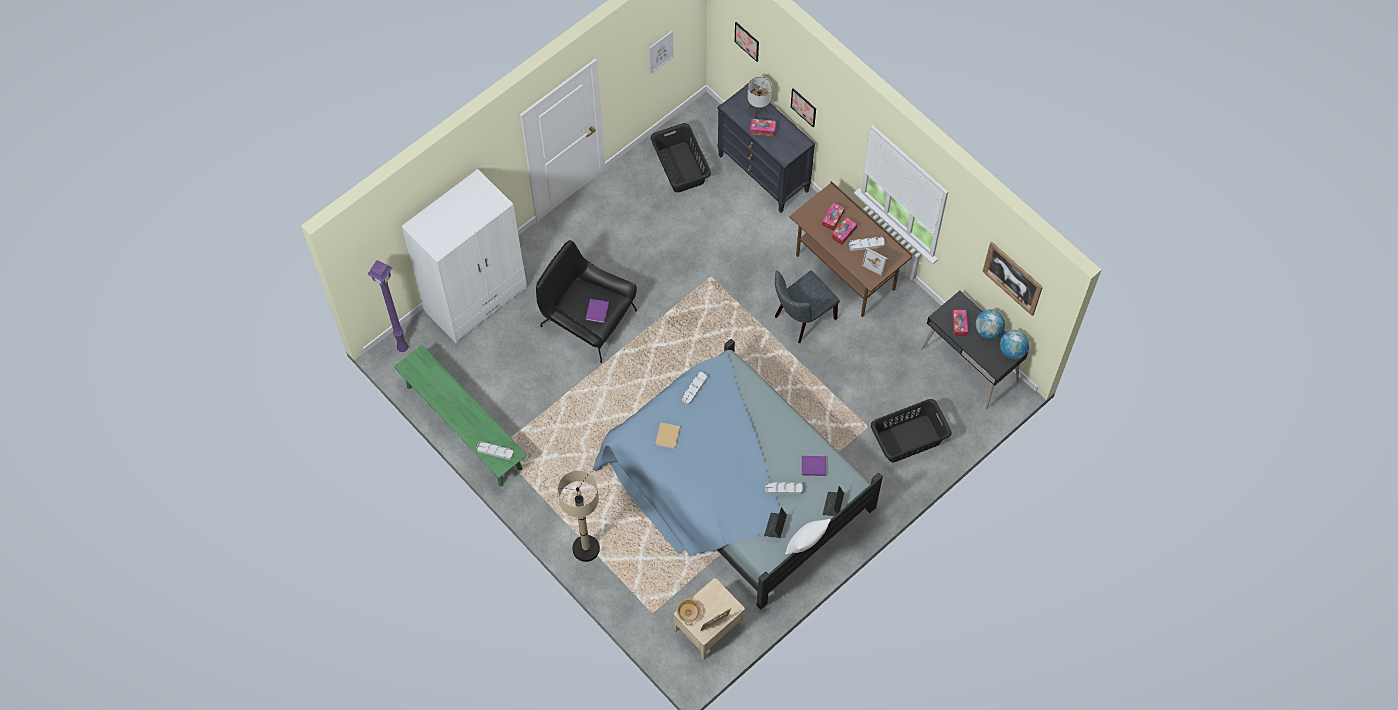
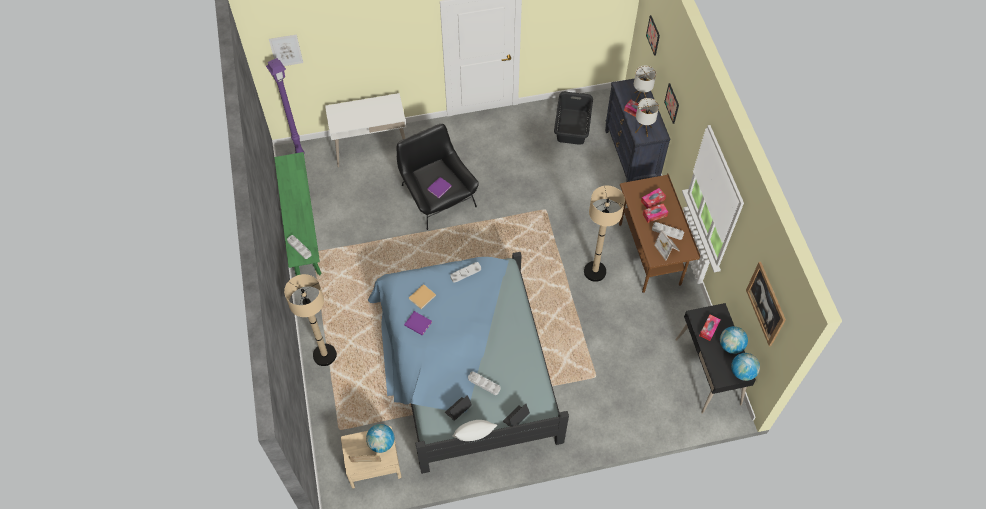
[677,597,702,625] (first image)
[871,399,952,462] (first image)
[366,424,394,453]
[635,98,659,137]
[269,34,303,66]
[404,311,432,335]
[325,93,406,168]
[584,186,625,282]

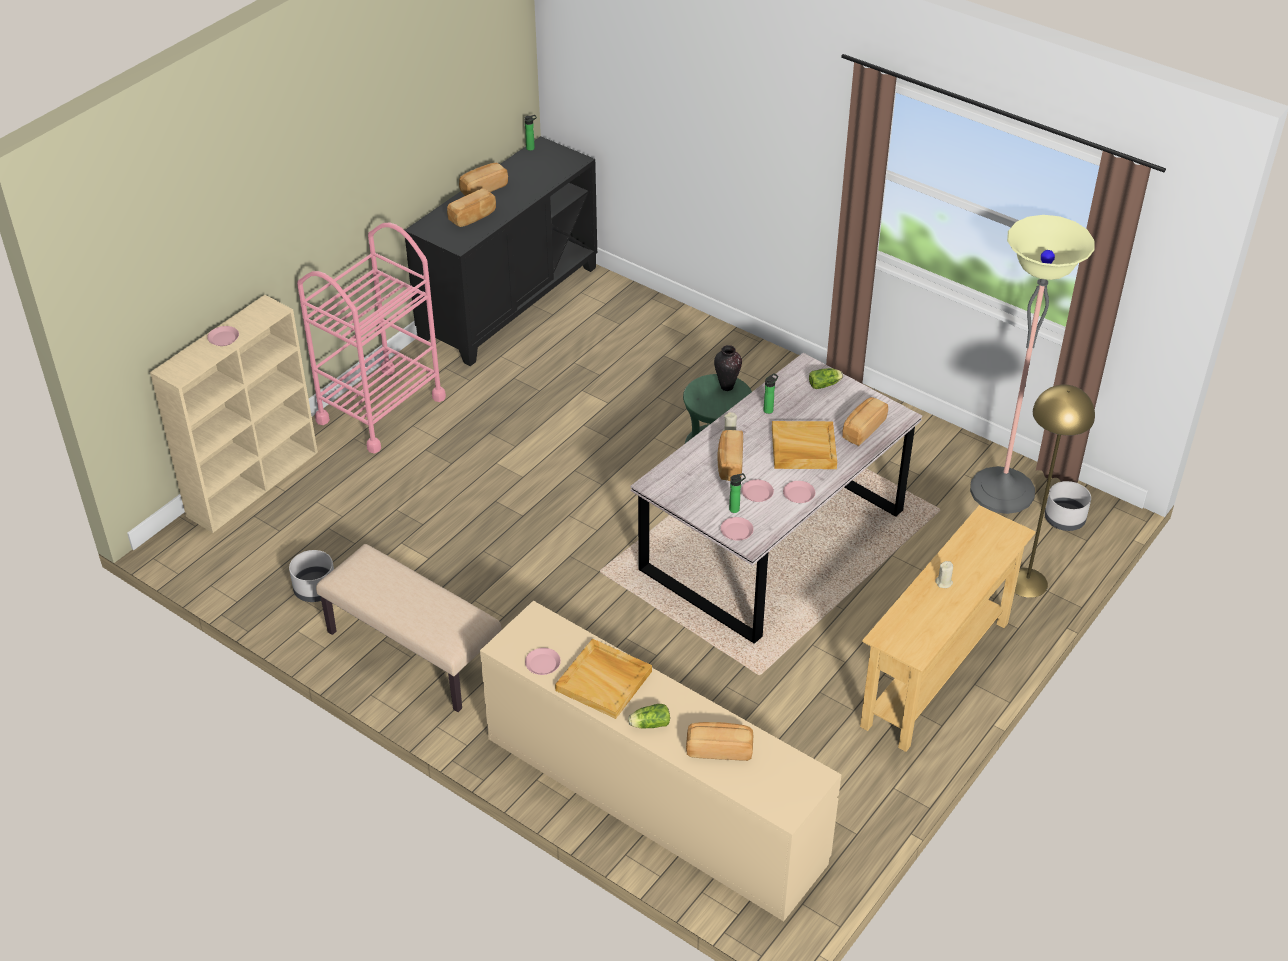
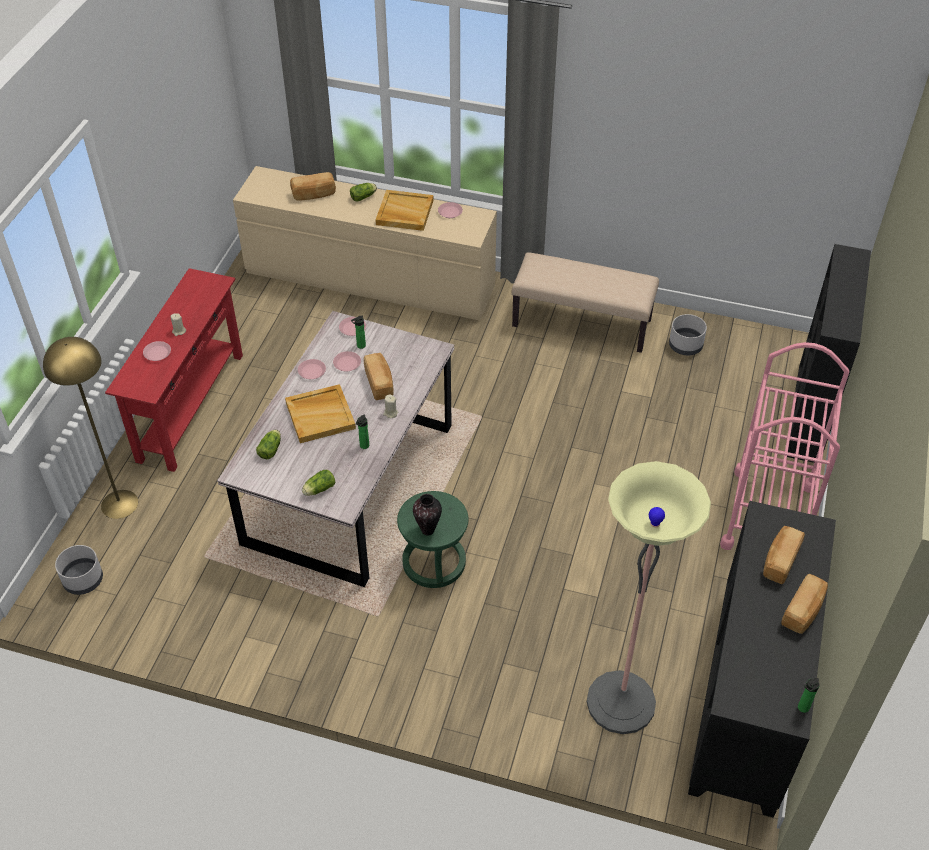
[143,341,171,361]
[587,461,711,734]
[256,430,281,459]
[787,244,871,463]
[105,268,243,472]

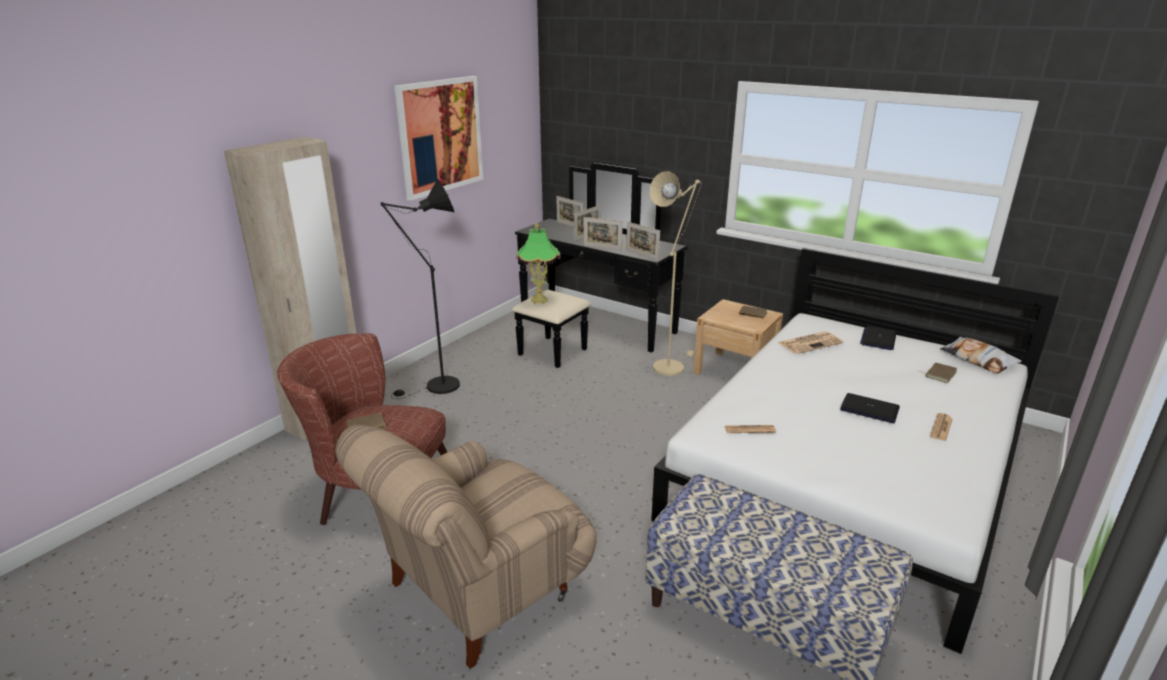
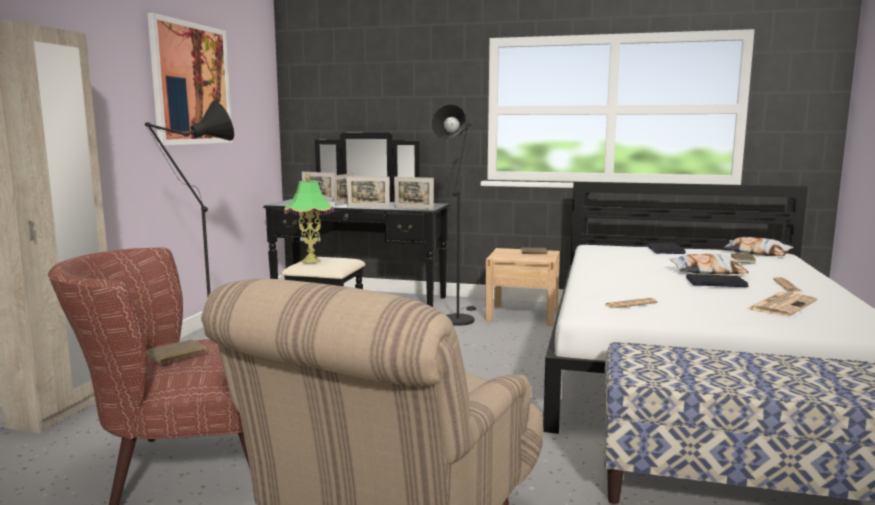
[669,254,749,275]
[747,292,817,316]
[432,105,476,326]

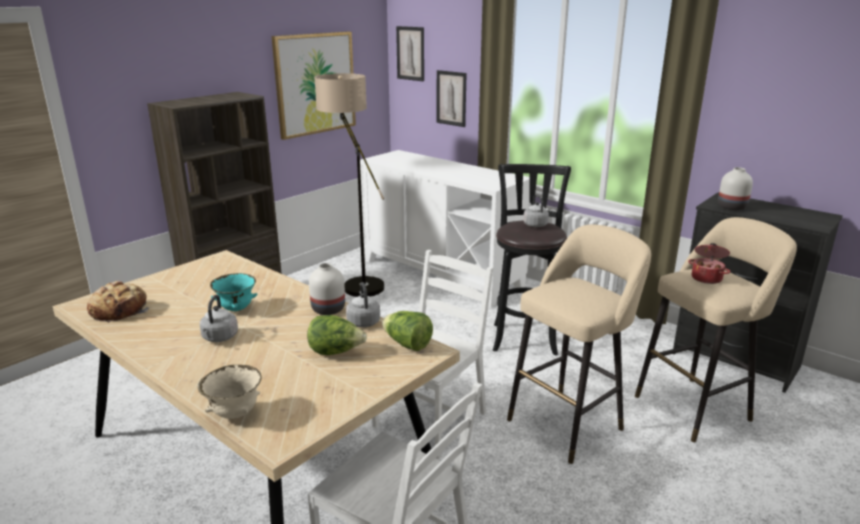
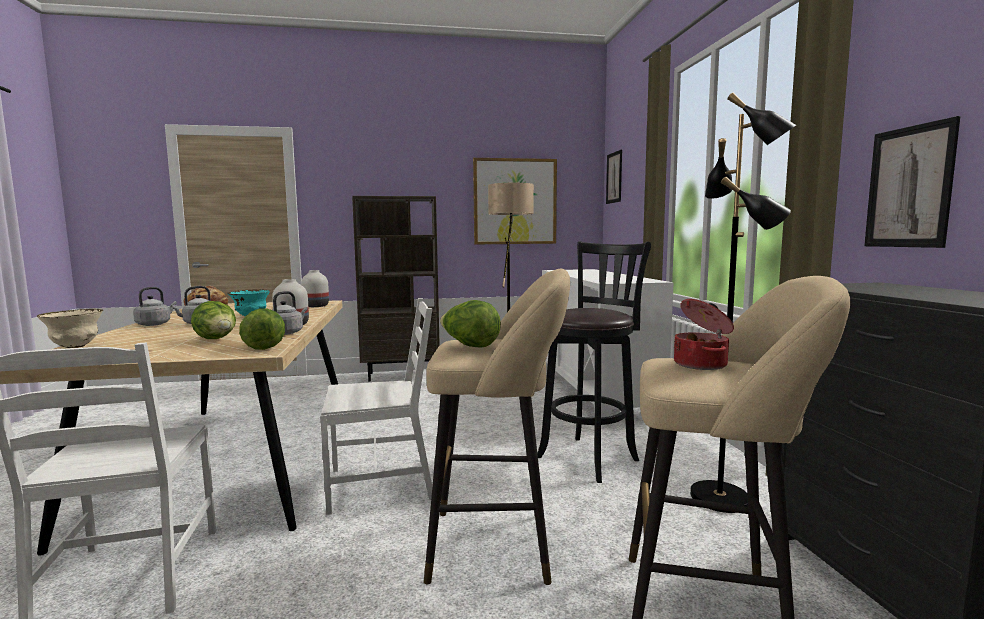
[440,300,501,348]
[690,93,796,513]
[864,116,960,248]
[133,287,177,326]
[301,270,329,307]

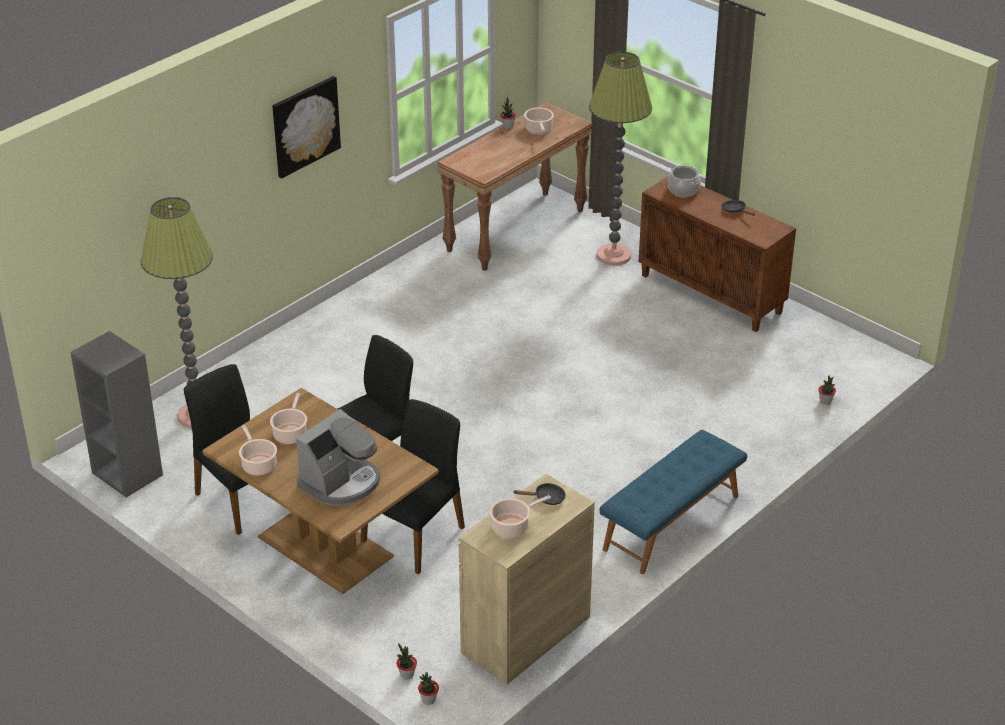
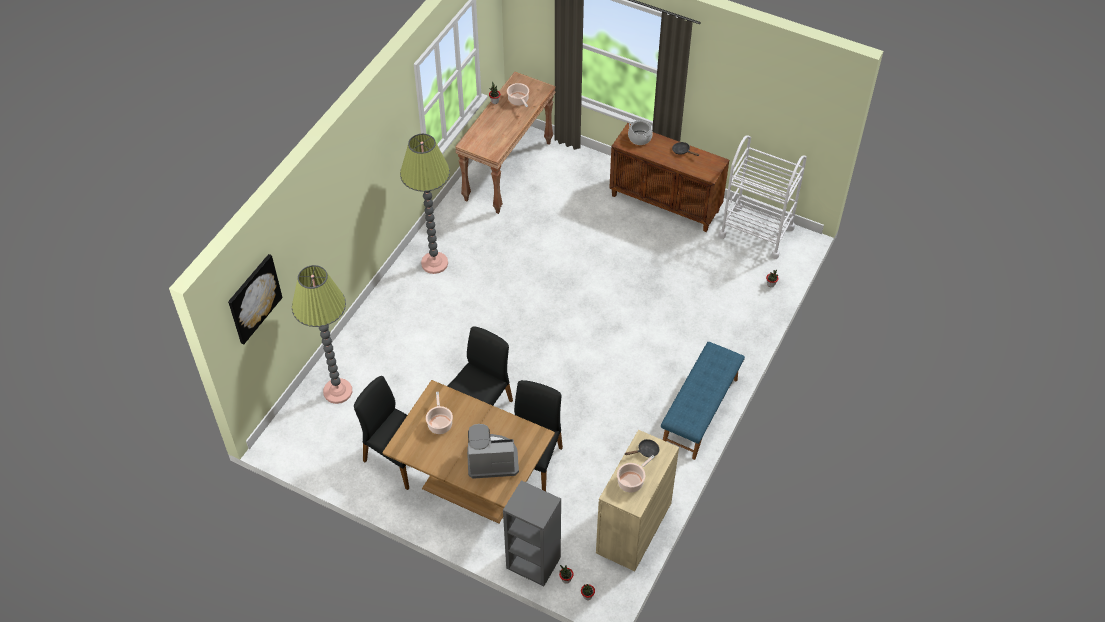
[239,425,277,475] (first image)
[718,136,807,259]
[503,480,561,586]
[228,254,283,344]
[400,134,450,274]
[467,424,519,479]

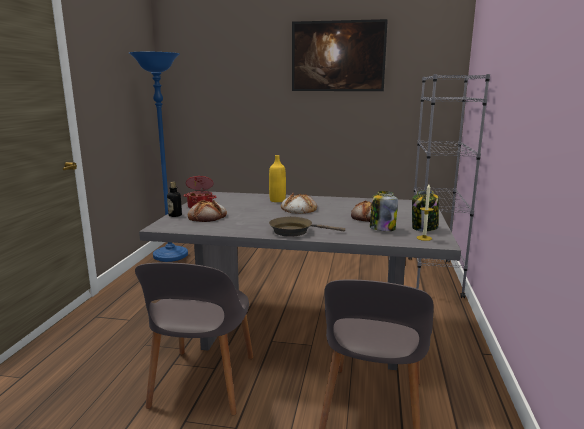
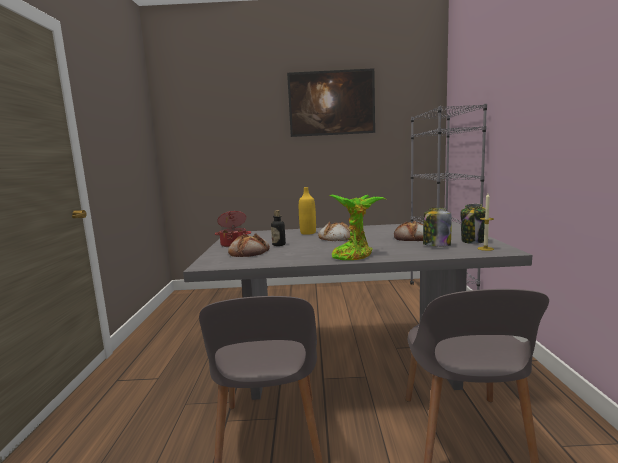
[129,52,188,262] (first image)
[271,210,286,246]
[329,194,385,260]

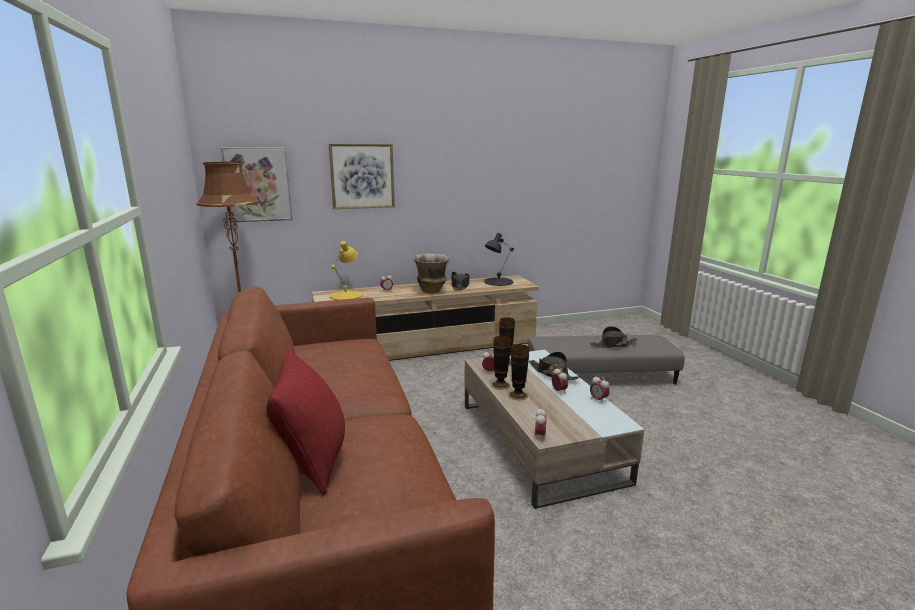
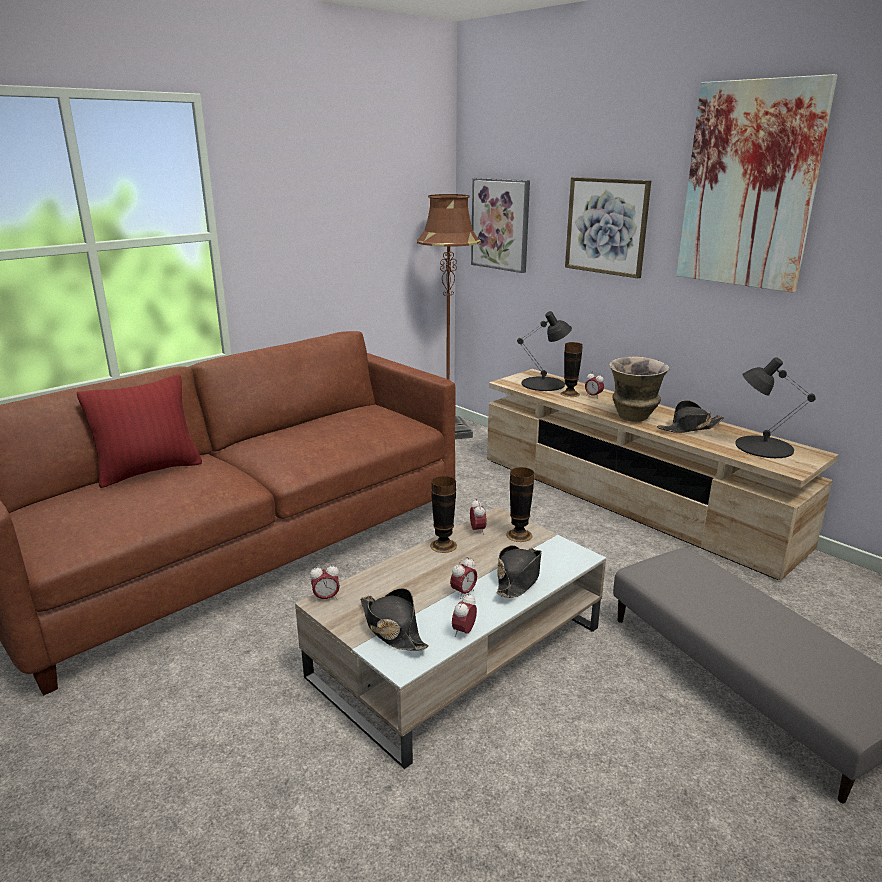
[676,74,837,293]
[560,342,583,397]
[360,588,429,650]
[517,311,572,391]

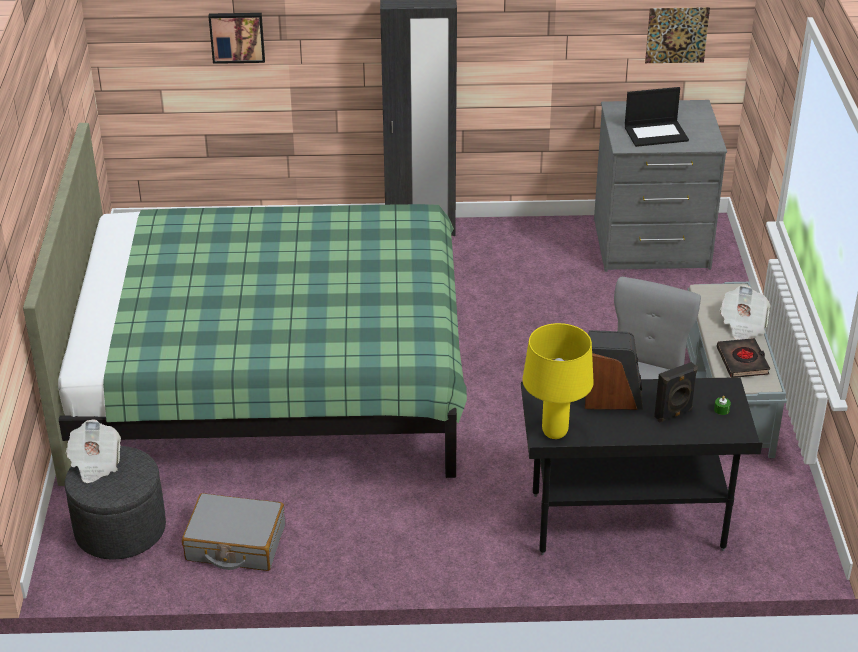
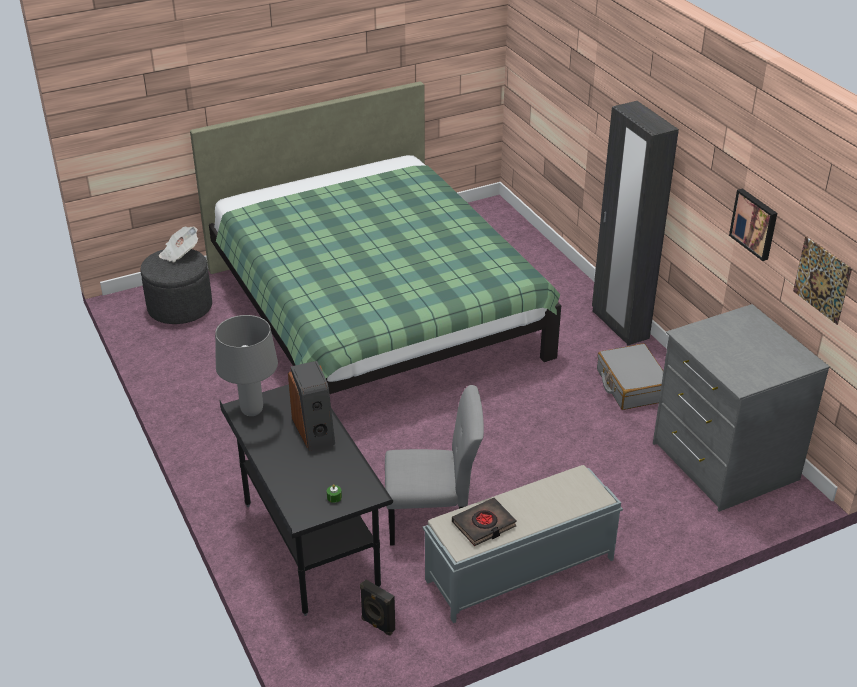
[625,87,689,147] (first image)
[720,285,771,340] (first image)
[597,344,663,410]
[729,188,777,261]
[360,579,395,636]
[215,315,278,416]

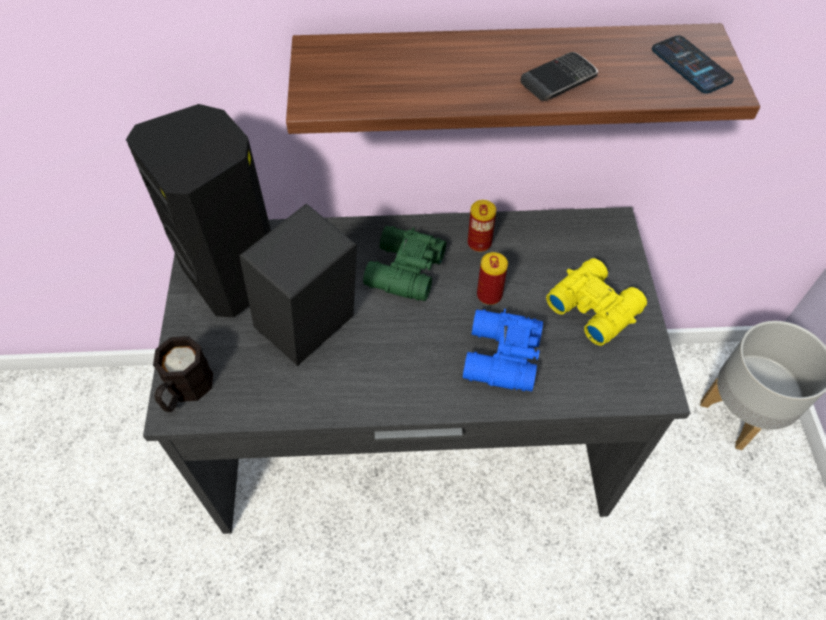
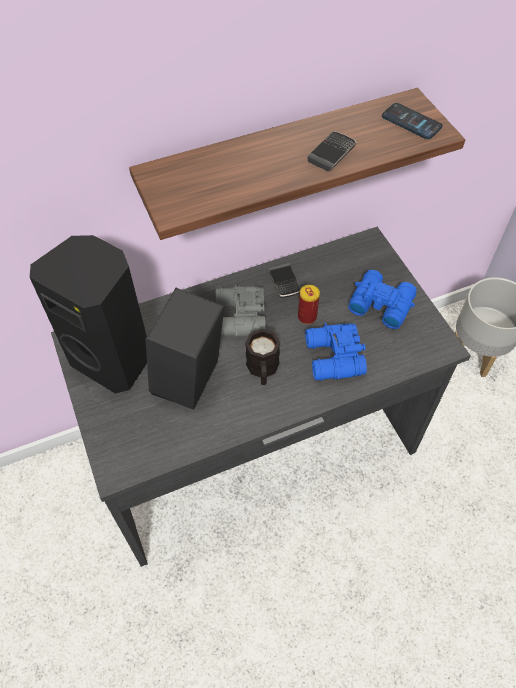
[245,329,280,385]
[268,263,301,298]
[216,284,265,337]
[348,270,417,329]

